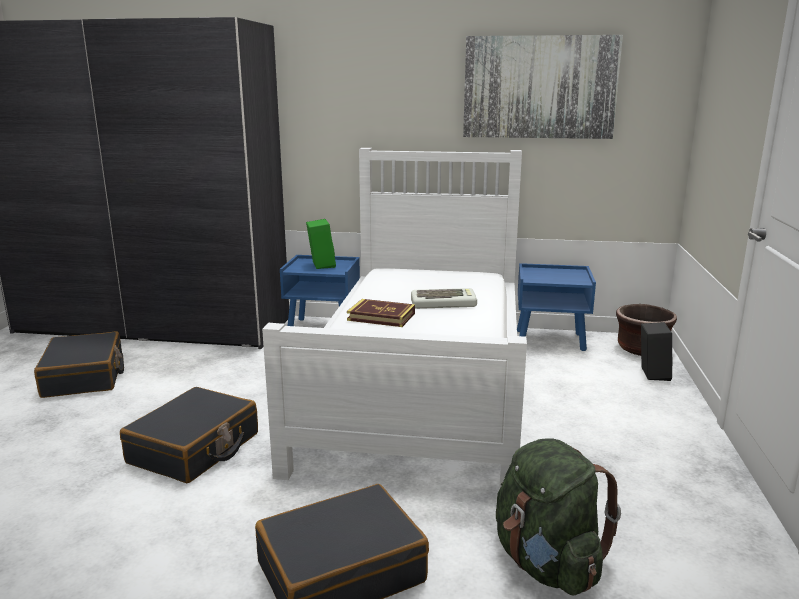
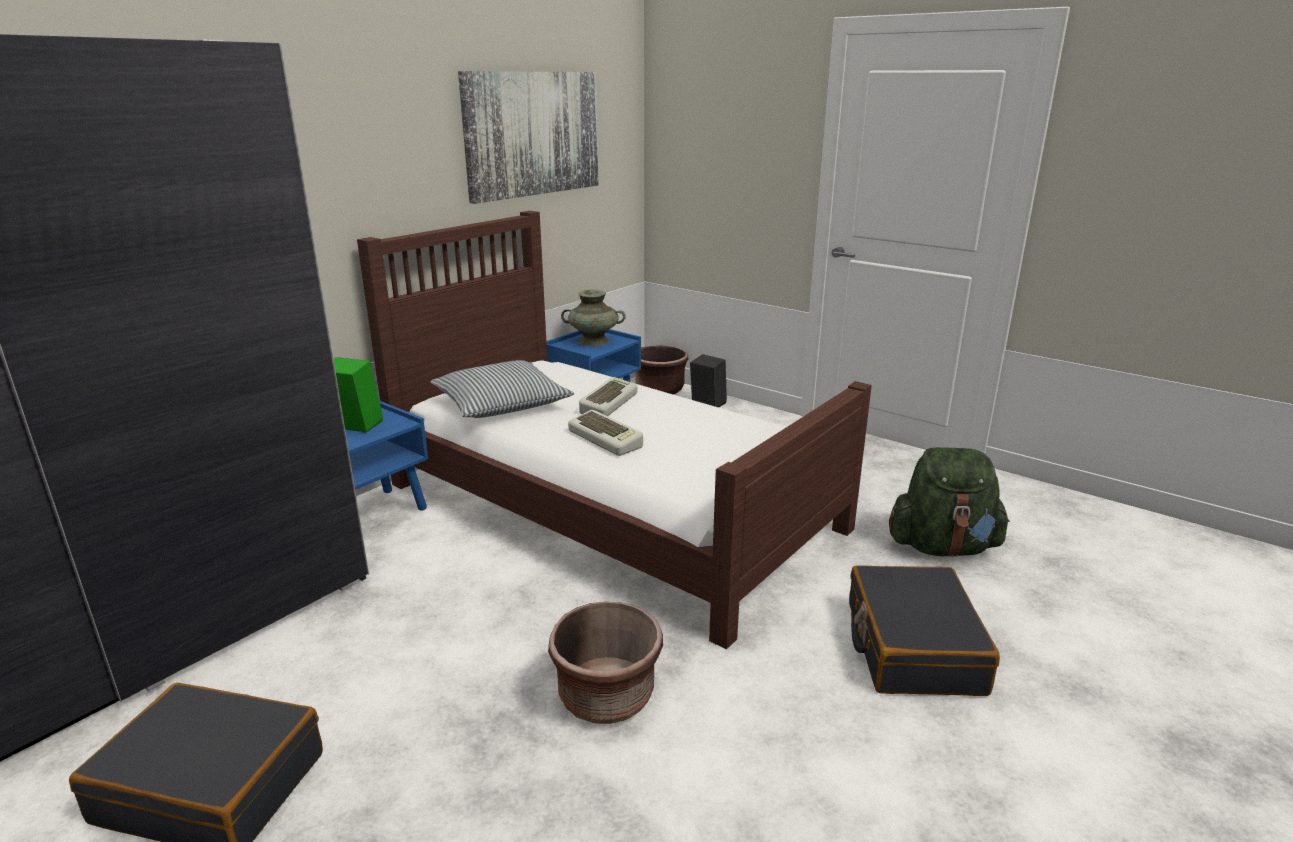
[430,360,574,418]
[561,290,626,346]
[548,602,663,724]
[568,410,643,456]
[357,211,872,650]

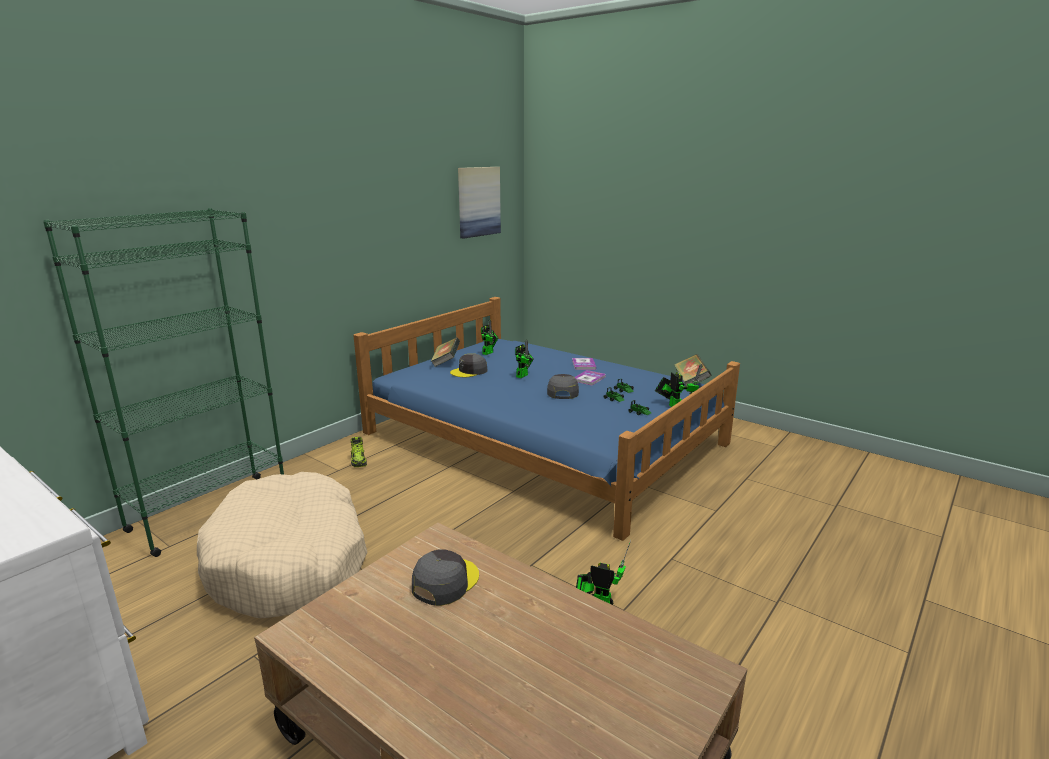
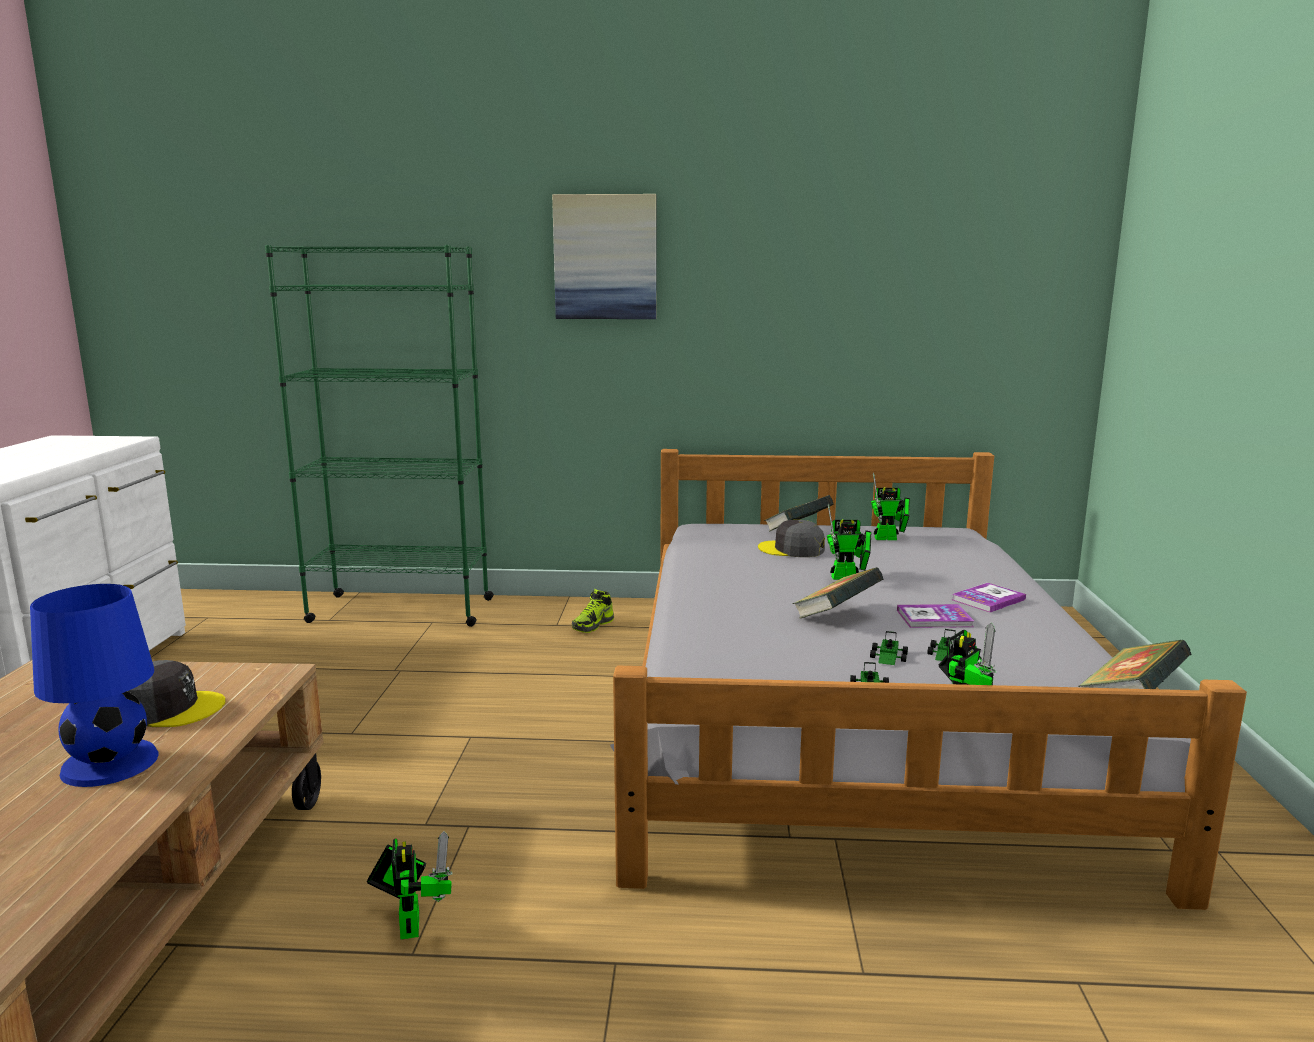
[197,472,367,618] (first image)
[30,584,159,787]
[552,194,656,319]
[792,567,884,618]
[610,449,1247,910]

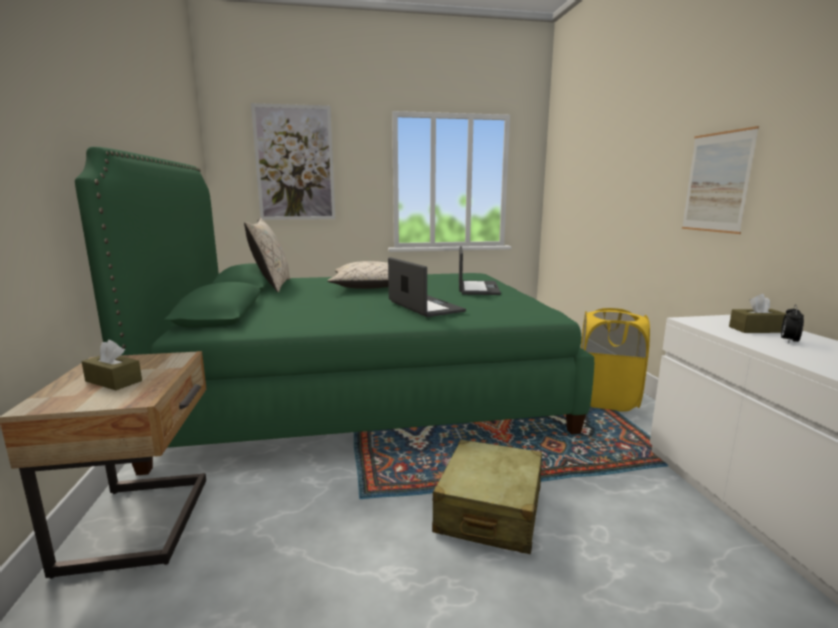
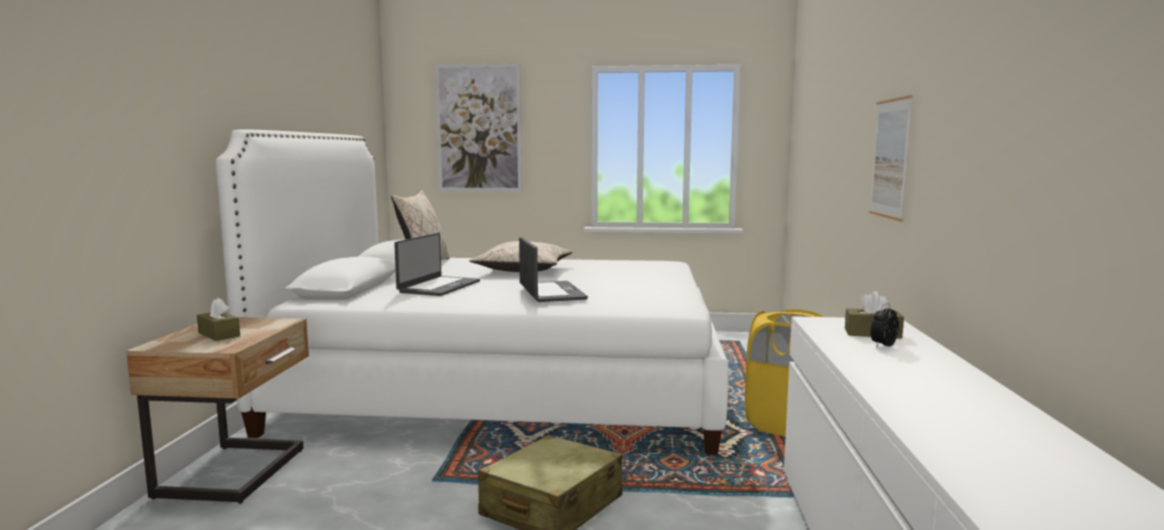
[394,233,480,296]
[216,129,729,455]

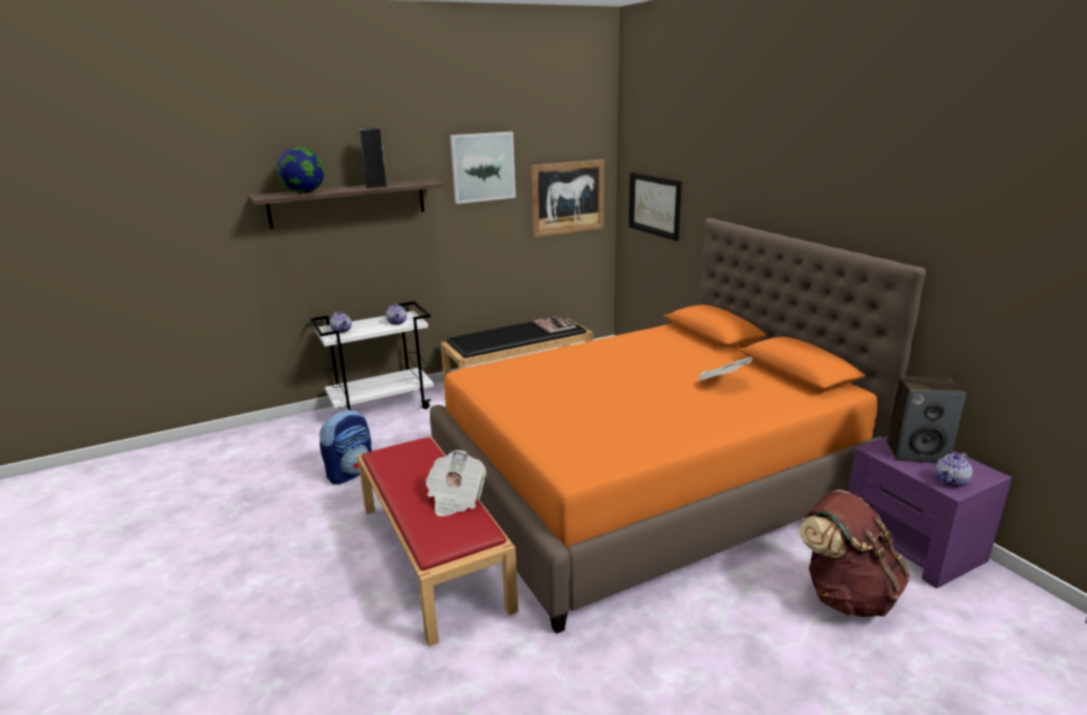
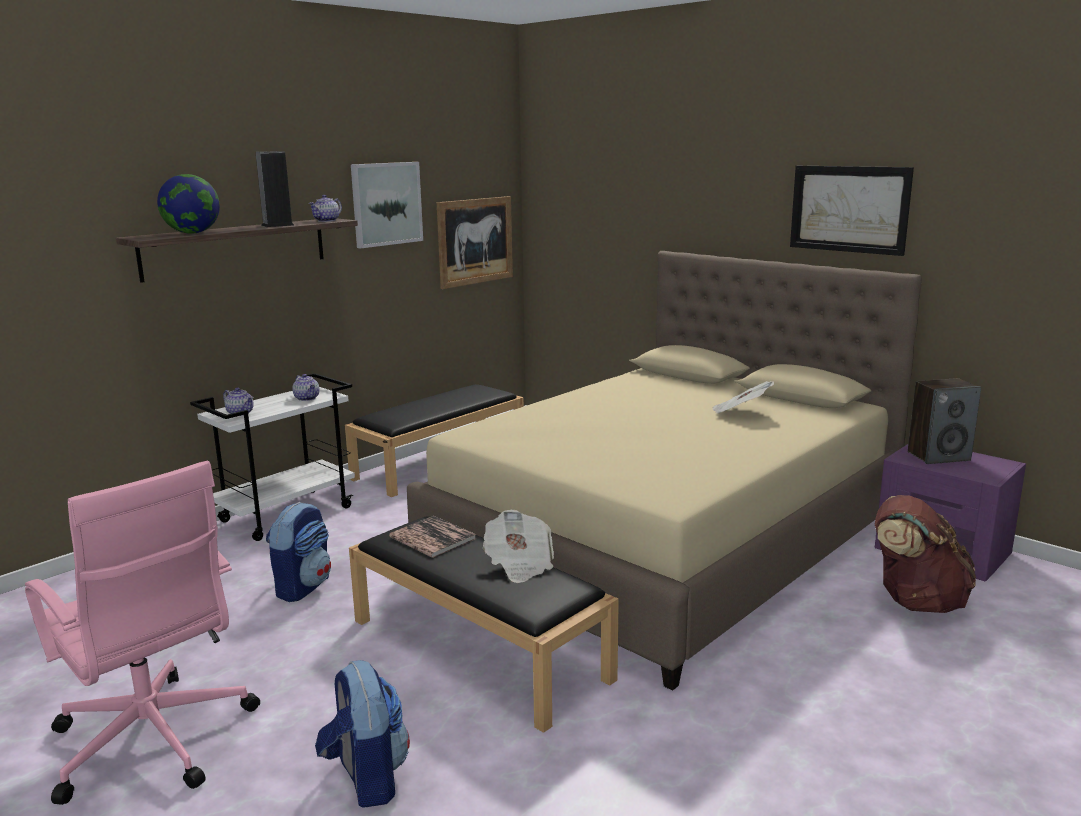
[25,461,260,805]
[315,660,410,808]
[389,516,476,558]
[790,166,914,256]
[308,195,342,222]
[349,516,619,733]
[407,251,922,691]

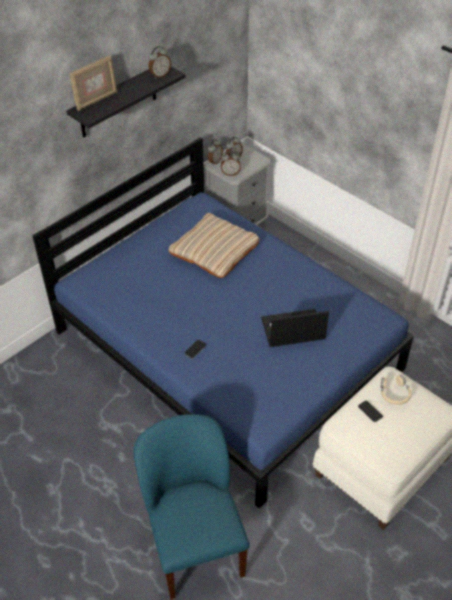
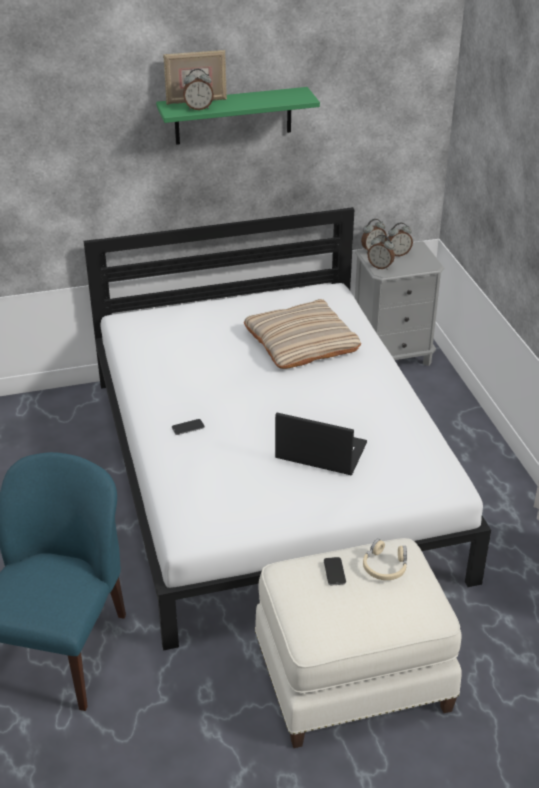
[183,69,214,110]
[84,207,491,651]
[156,87,320,145]

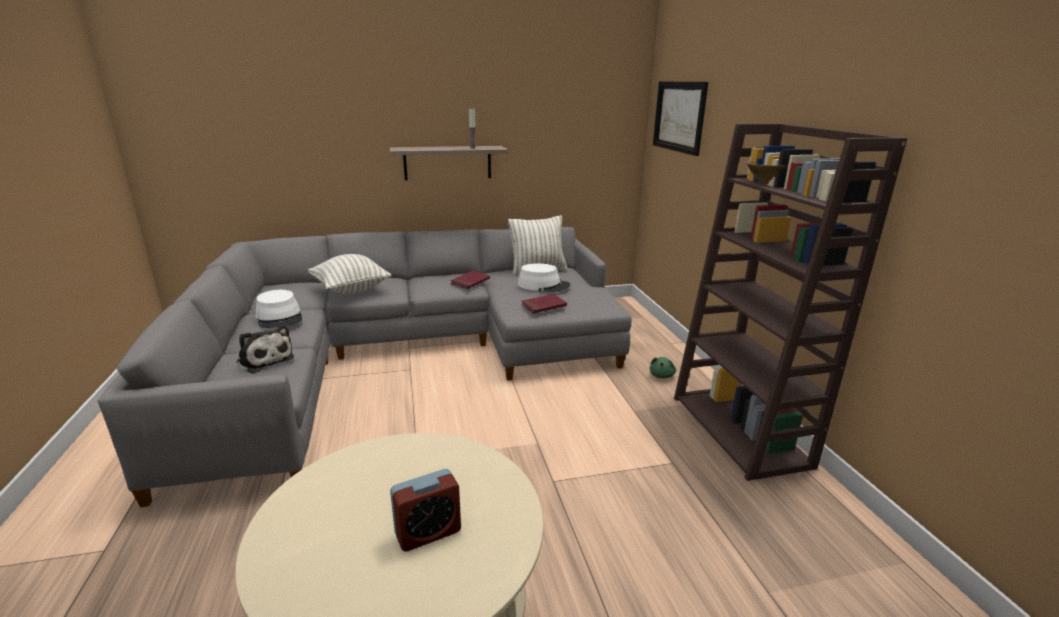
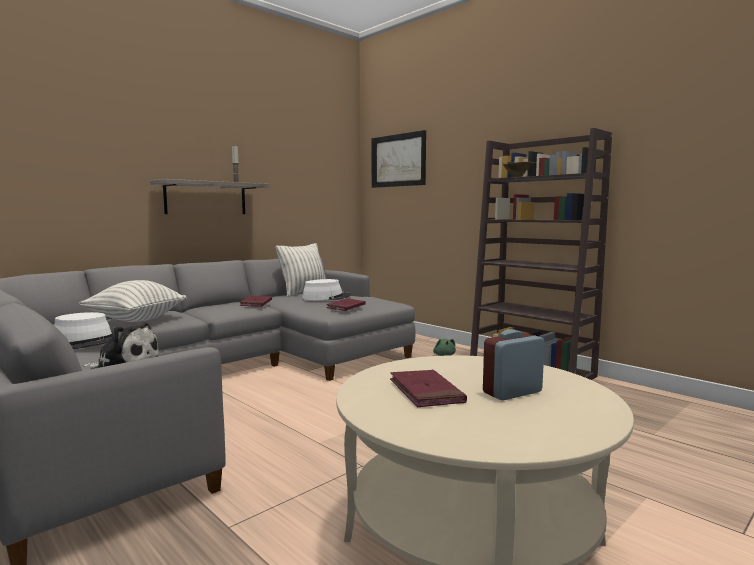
[390,370,467,407]
[483,329,545,401]

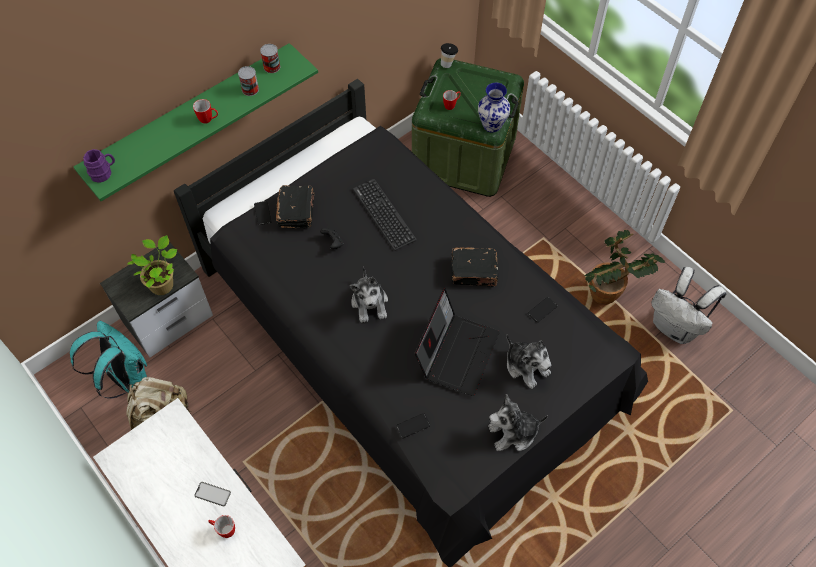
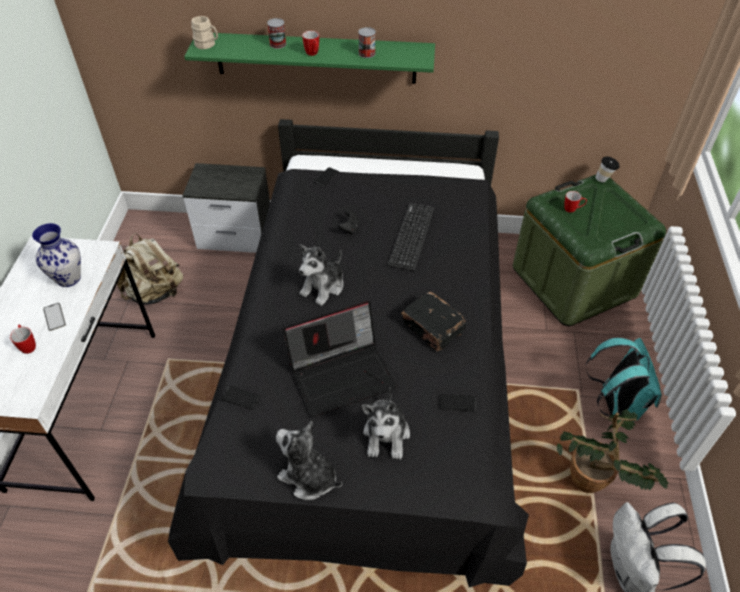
[127,235,178,295] (first image)
[276,185,314,228] (first image)
[586,337,662,422]
[267,18,286,49]
[32,223,81,287]
[191,16,218,50]

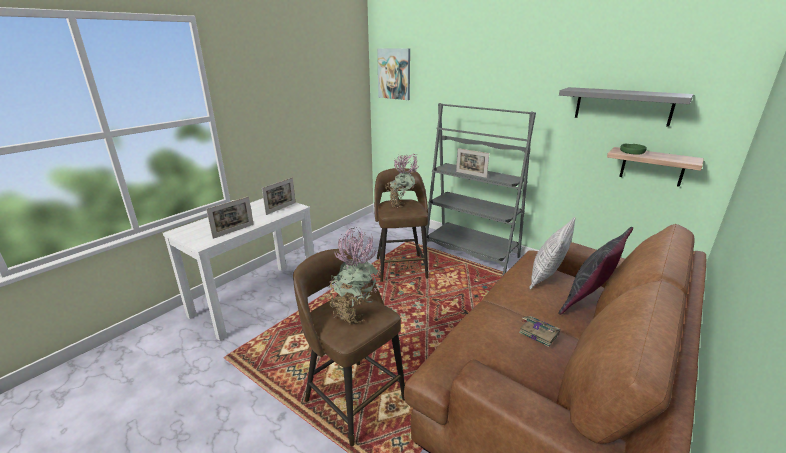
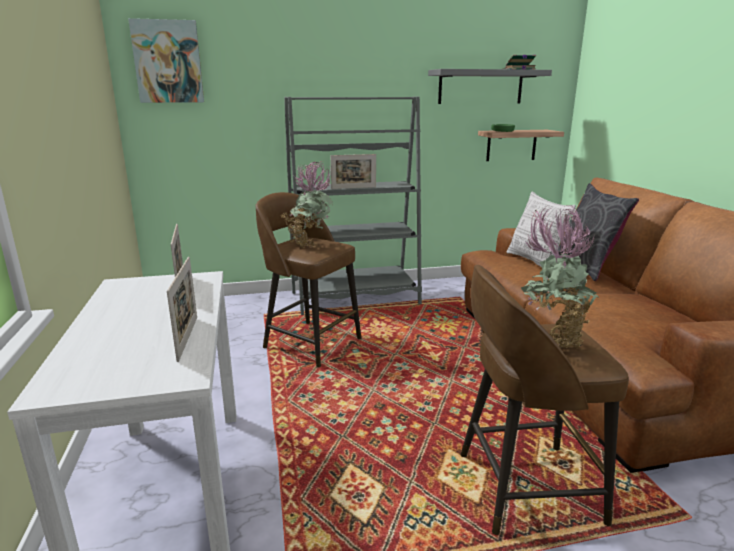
[503,55,536,70]

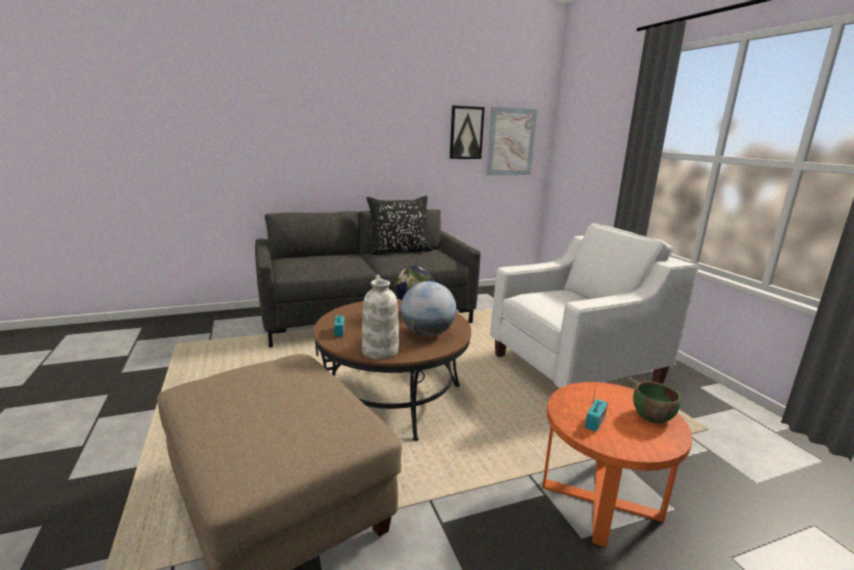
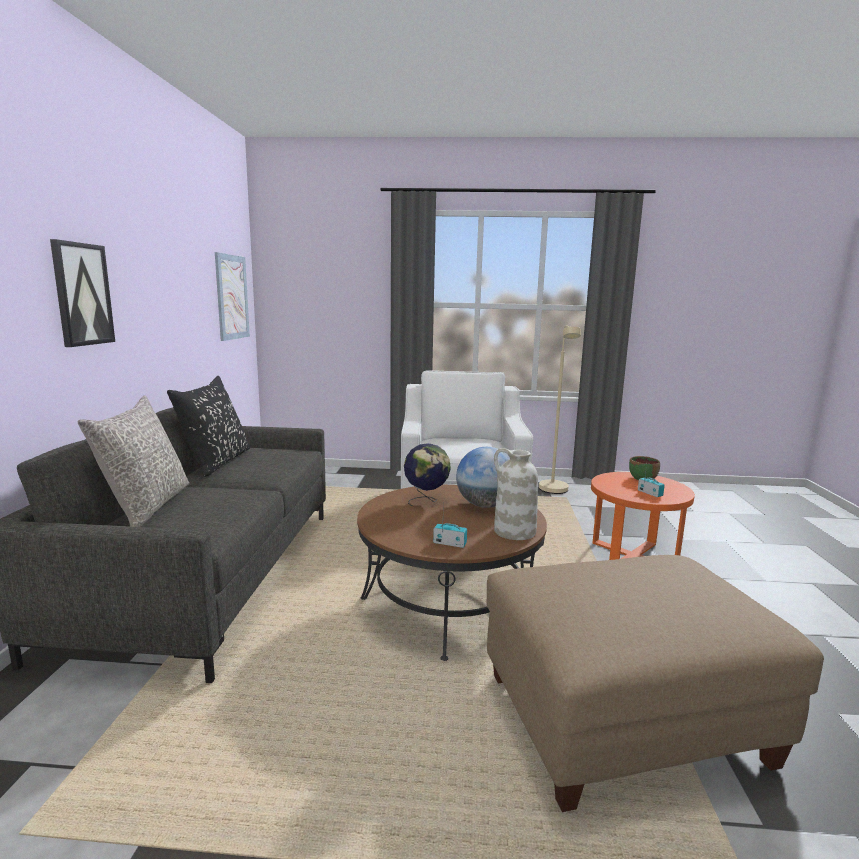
[78,395,189,527]
[539,326,581,494]
[50,239,115,347]

